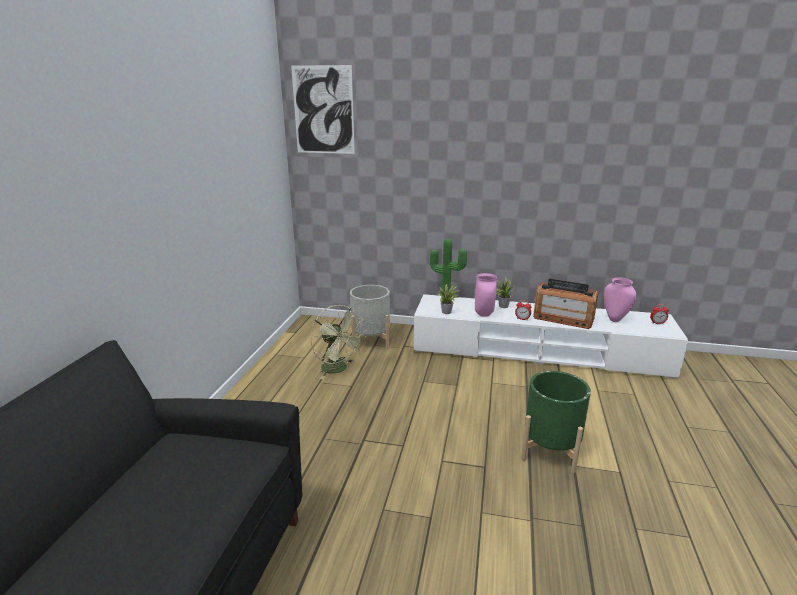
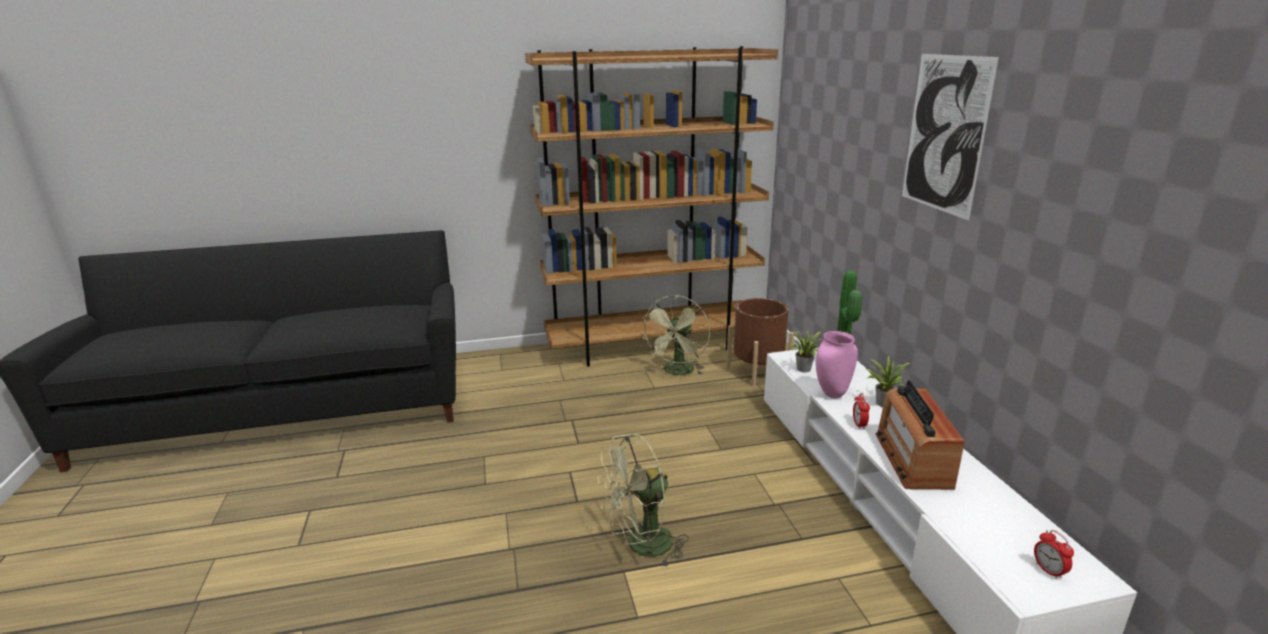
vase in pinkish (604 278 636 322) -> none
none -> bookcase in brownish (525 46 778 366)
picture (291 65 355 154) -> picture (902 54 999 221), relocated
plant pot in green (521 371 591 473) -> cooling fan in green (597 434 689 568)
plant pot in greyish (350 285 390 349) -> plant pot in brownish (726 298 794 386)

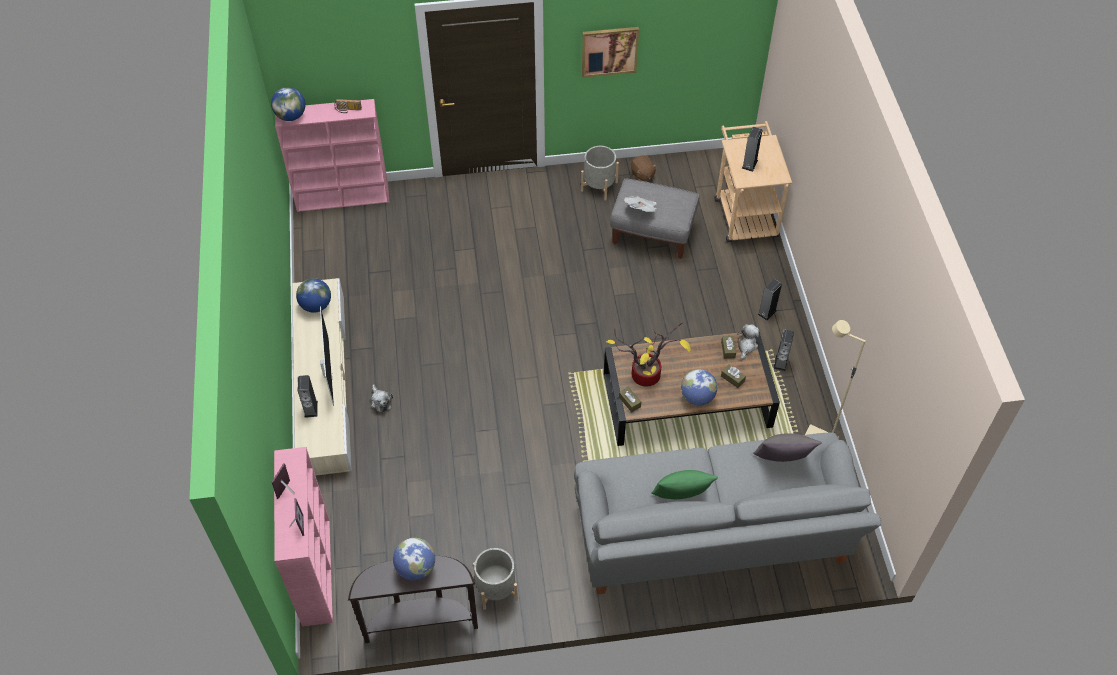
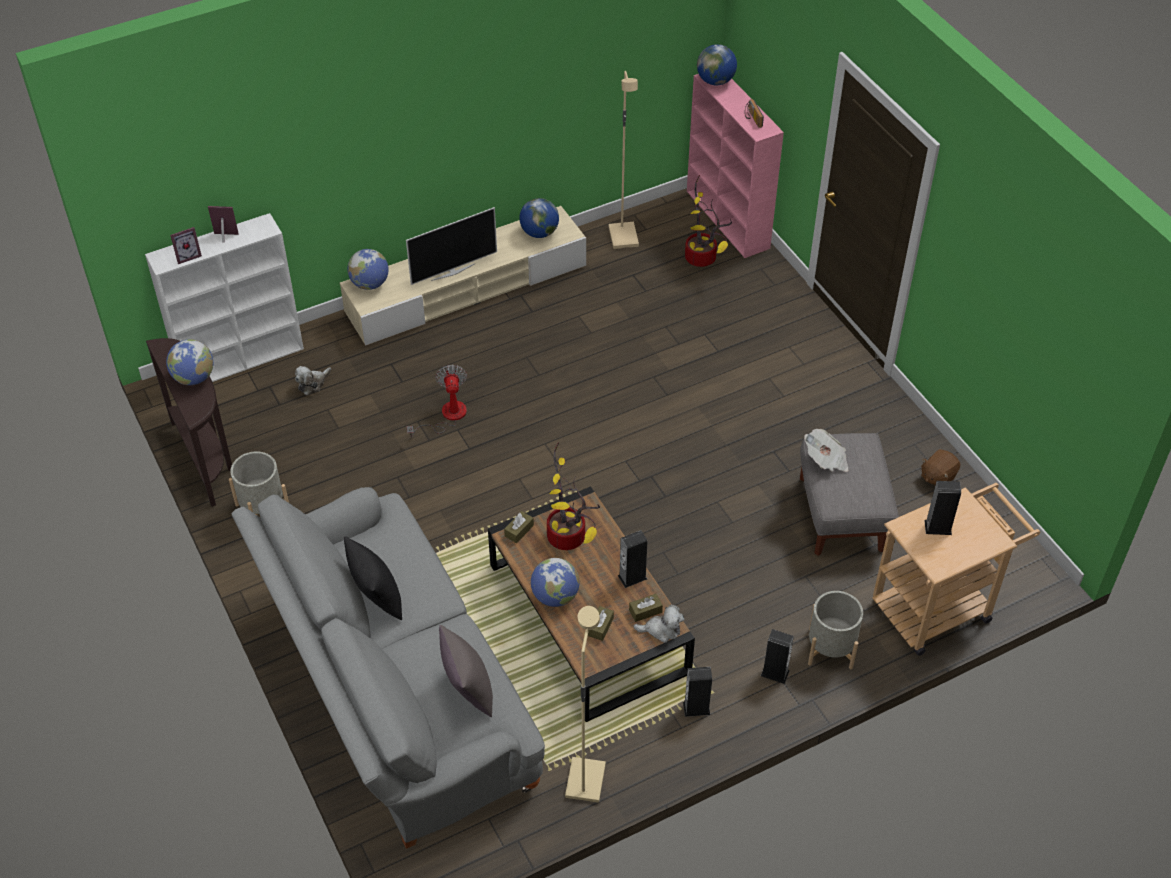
picture (582 27 639 78) -> none
none -> desk globe (347 249 389 290)
none -> cooling fan (406 364 467 437)
none -> standing lamp in sand-coloured (608 71 639 249)
none -> houseplant (685 175 732 267)
loudspeaker (298 375 318 418) -> loudspeaker (618 530 647 588), relocated
cuddly toy (371 384 393 413) -> cuddly toy (295 366 331 395), relocated
plant pot in greyish (581 146 619 201) -> plant pot in greyish (808 591 863 669), relocated
bookcase in pinkish (274 447 333 627) -> bookcase in white-coloured (145 213 304 382)
cushion in green (651 470 718 499) -> cushion in black-coloured (344 536 402 620)

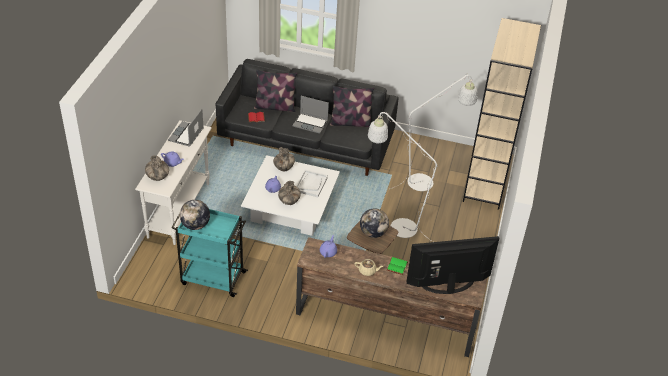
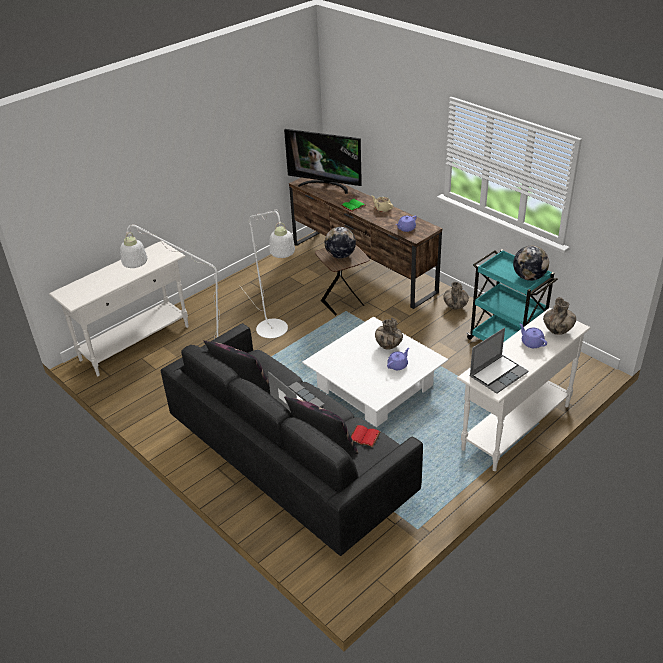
carrying tray in white-coloured (296 170 328 197) -> none
vase (273 147 295 171) -> vase (443 282 469 310), relocated
bookcase in sand-coloured (463 18 541 210) -> hall table in white-coloured (49 241 189 376)

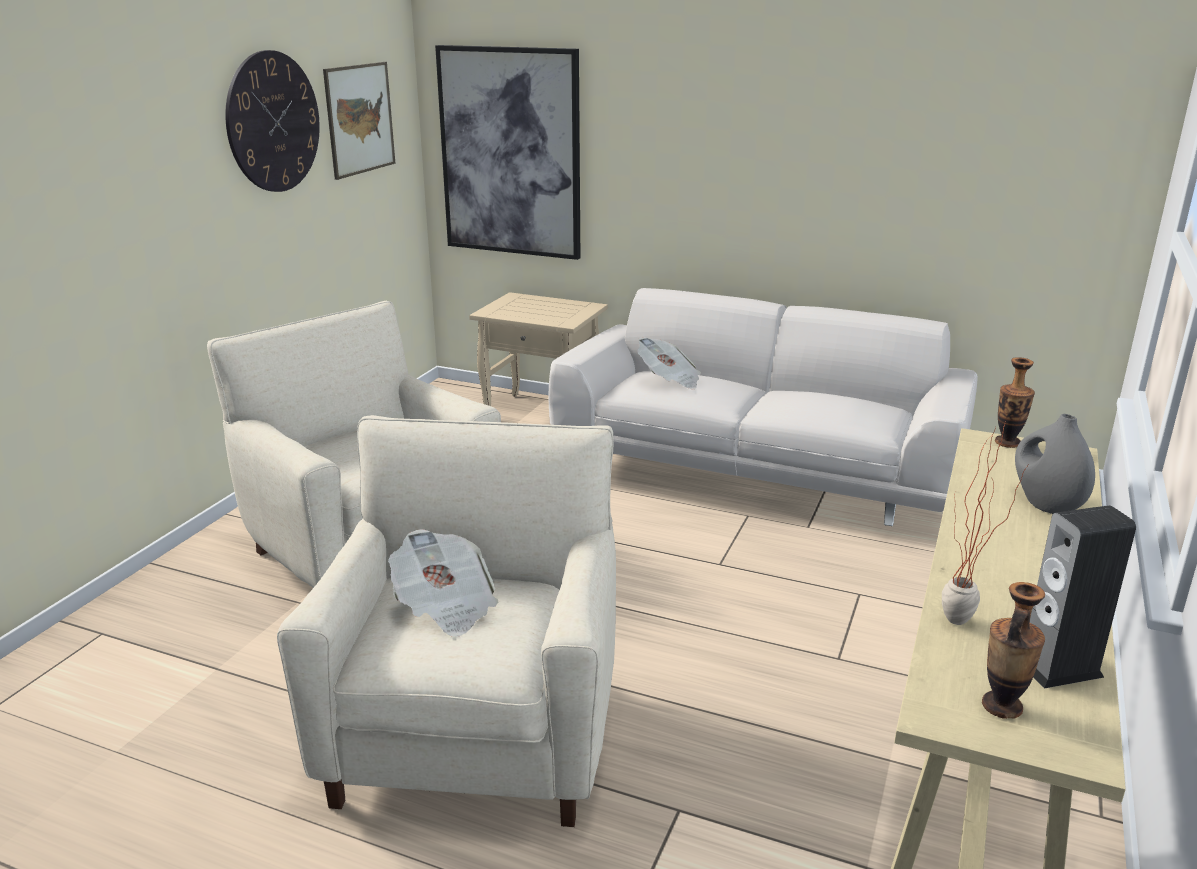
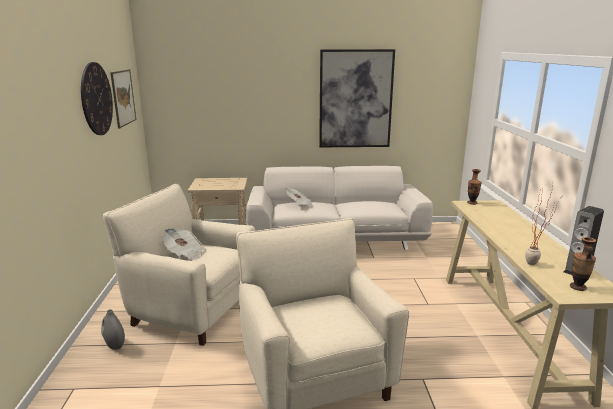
daily paper (388 529 499 637) -> daily paper (161 228 205 260), relocated
picture (435 45 580 260) -> picture (319 49 395 147), relocated
vase in greyish (1015 414 1095 514) -> vase in greyish (101 309 125 350), relocated

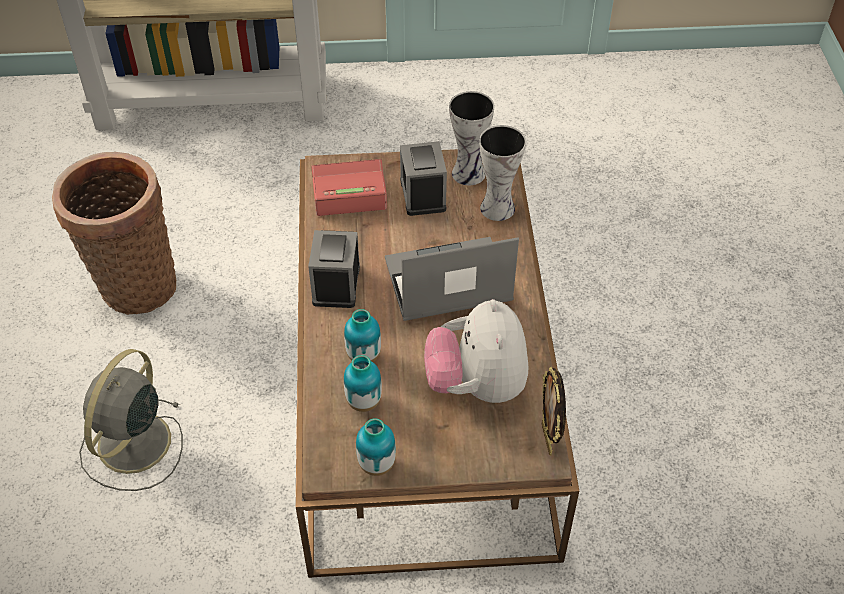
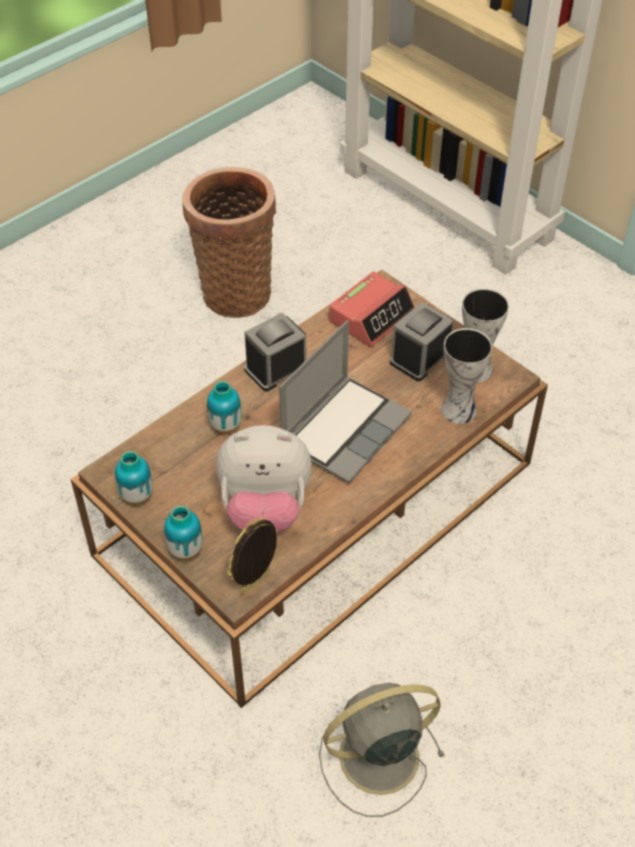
cooling fan in greyish (79 349 183 491) -> cooling fan in greyish (319 683 445 817), relocated
vase (344 355 382 412) -> vase (164 506 203 561), relocated
table clock (311 159 387 216) -> table clock (329 272 415 347), 90 degrees clockwise
notebook computer (385 237 519 321) -> notebook computer (279 320 412 484), 90 degrees clockwise
cuddly toy (424 299 528 403) -> cuddly toy (216 425 312 533), 135 degrees counterclockwise

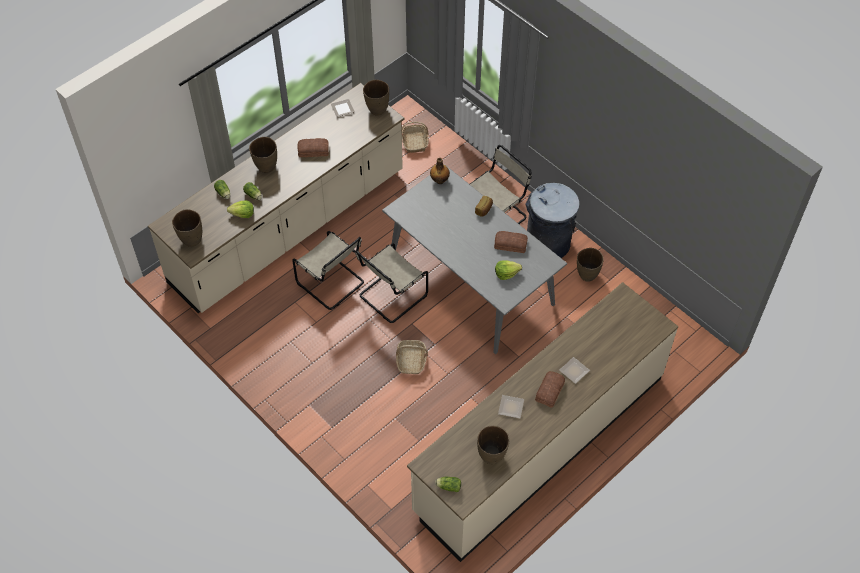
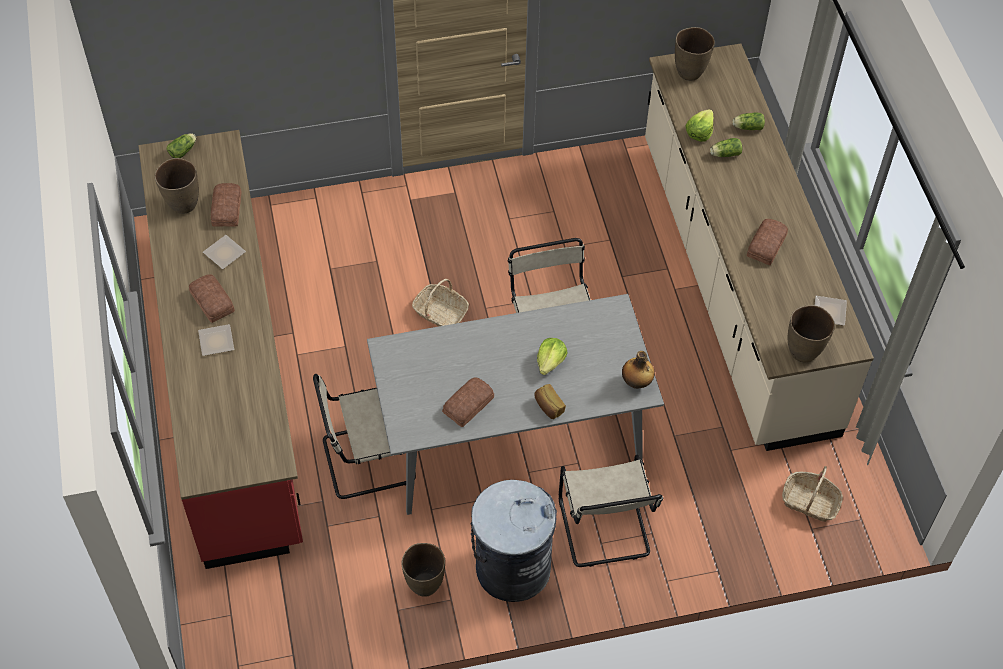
vase in brownish (249 137 277 173) -> none
none -> baked bread (211 183 242 227)
plain chair in sand-coloured (292 231 364 310) -> plain chair in sand-coloured (313 374 416 499), relocated
head of lettuce (495 260 522 280) -> head of lettuce (537 338 568 375), relocated
counter in sand-coloured (407 282 678 562) -> counter in red (139 130 303 569)

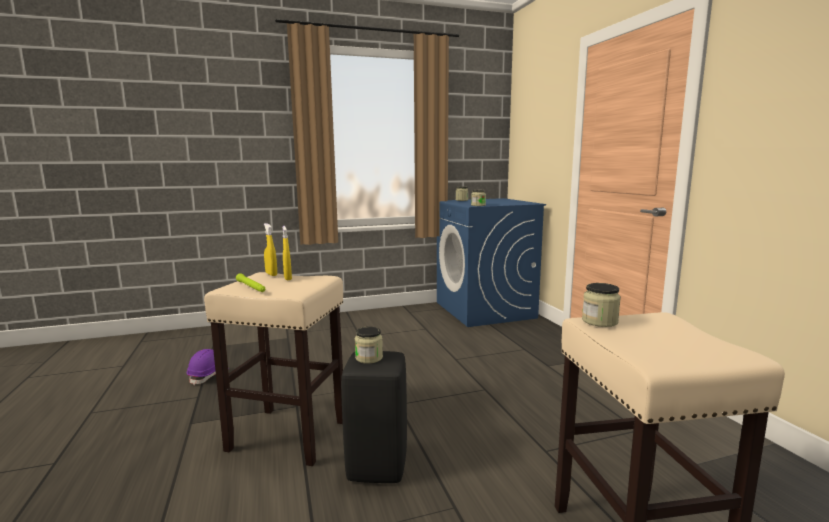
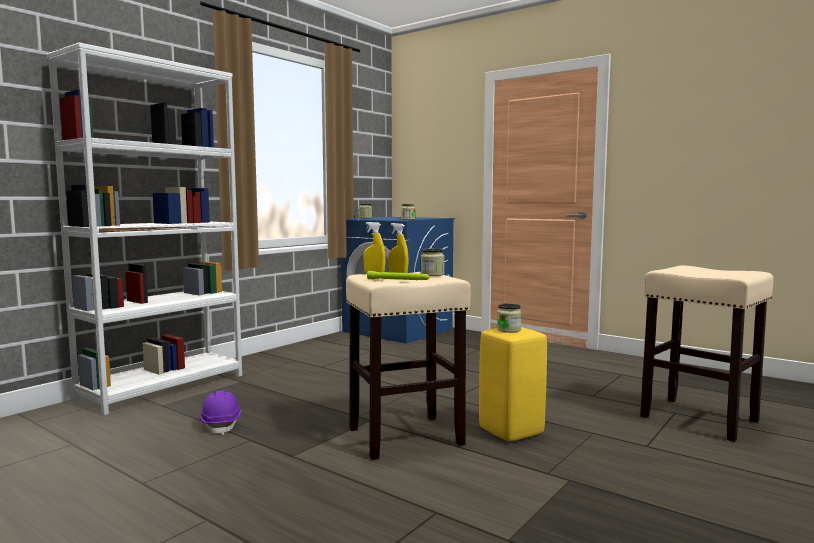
none -> bookcase in white-coloured (47 42 242 416)
preserve jar (582 283 621 327) -> preserve jar (421 248 445 276), relocated
stool in black-coloured (341 351 407 483) -> stool in yellow-coloured (479 327 547 441)

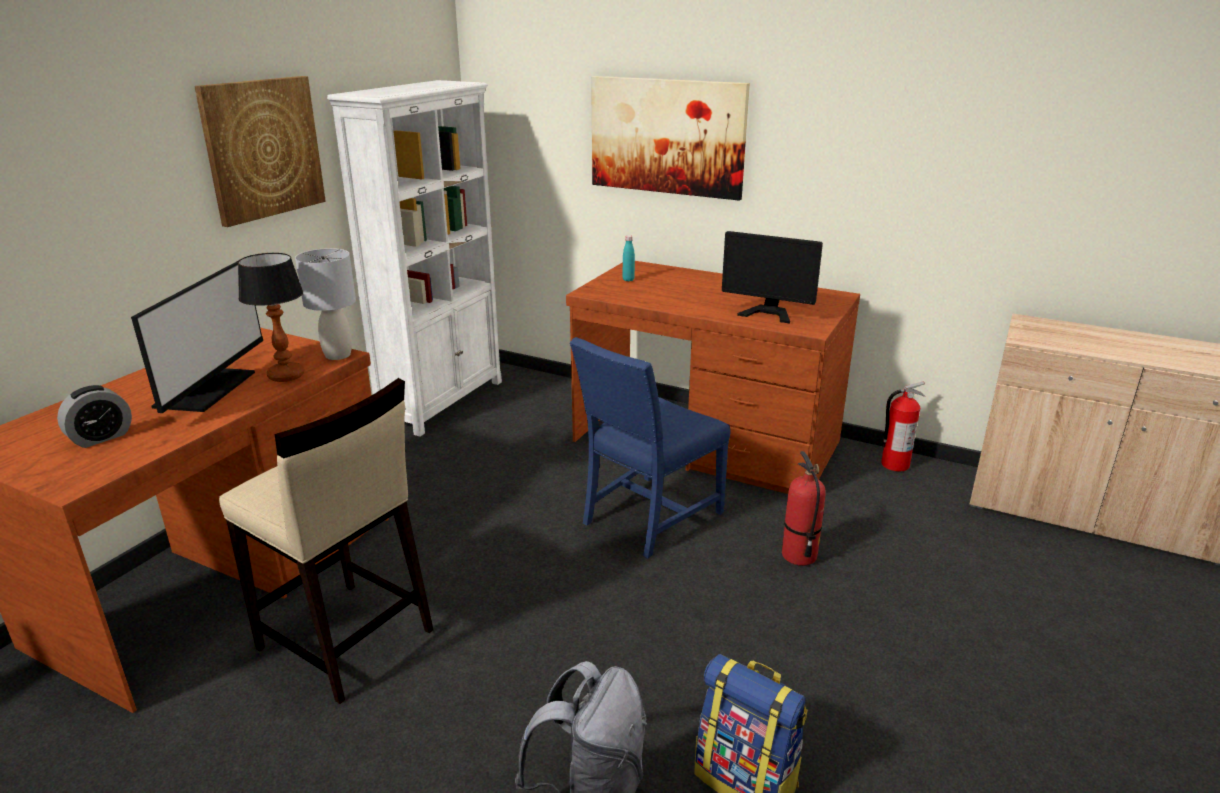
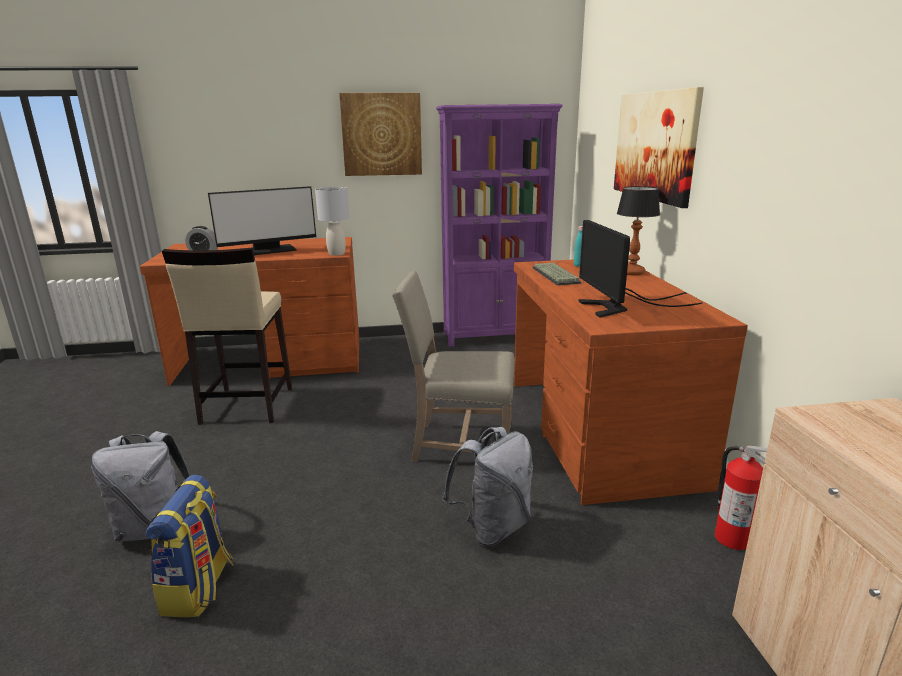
none -> keyboard (533 263 581 285)
lamp for a table (238 253 305 382) -> lamp for a table (617 186 660 276), relocated
fire extinguisher (782 451 825 566) -> knapsack in greyish (442 427 533 546)
bookcase in white-coloured (327 80 502 437) -> bookcase in purplish (436 104 563 347)
plain chair in blue (570 337 731 558) -> plain chair in sand-coloured (392 271 515 462)

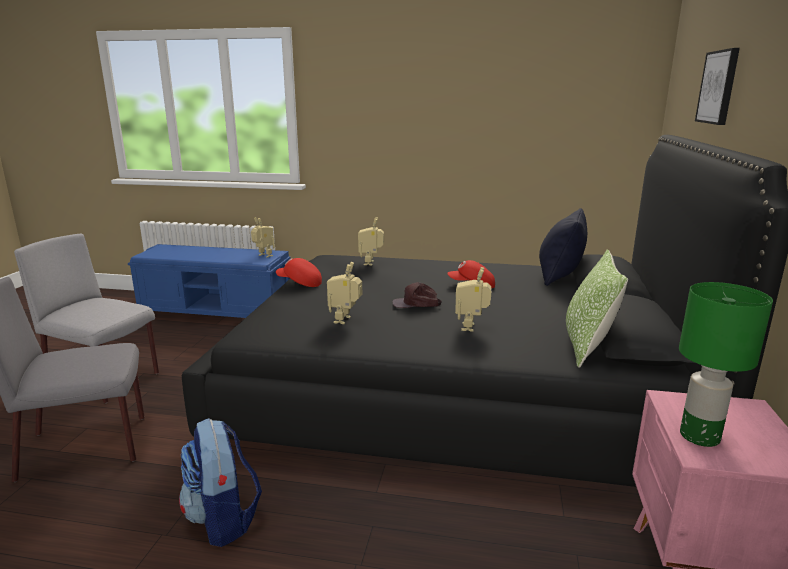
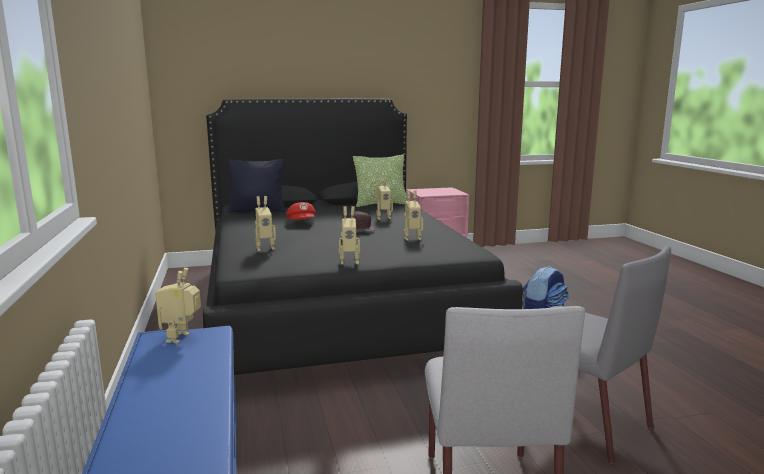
lamp for a table in green (679 282 773 447) -> none
picture (695 48 740 125) -> none
cap in red (276 258 322 287) -> toy robot (339 206 360 265)

